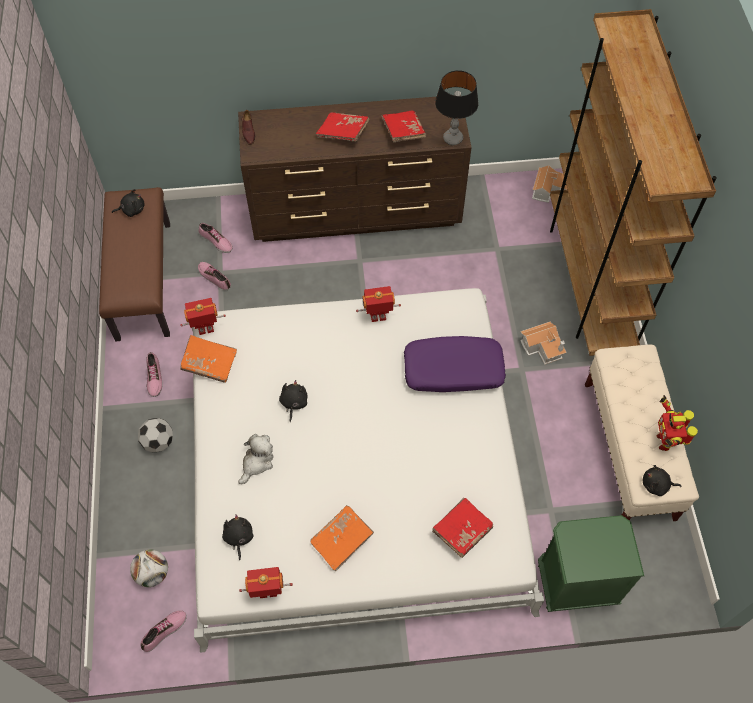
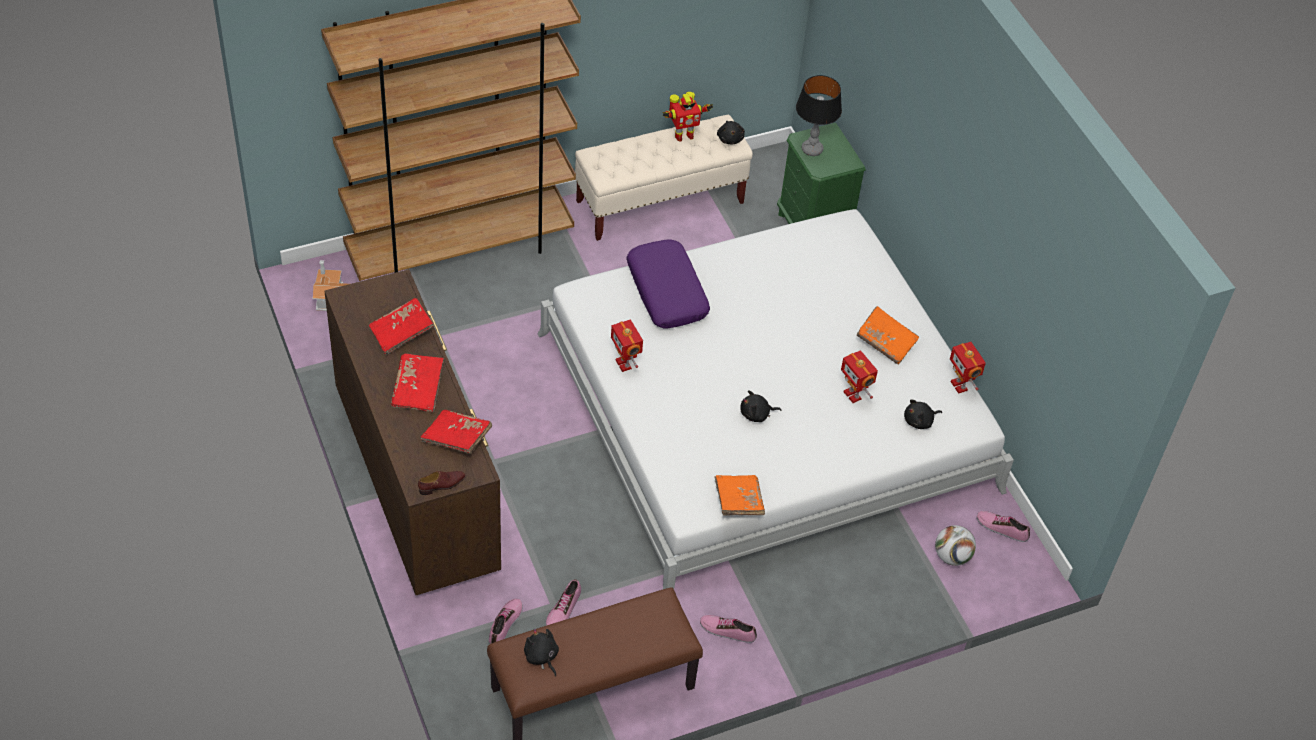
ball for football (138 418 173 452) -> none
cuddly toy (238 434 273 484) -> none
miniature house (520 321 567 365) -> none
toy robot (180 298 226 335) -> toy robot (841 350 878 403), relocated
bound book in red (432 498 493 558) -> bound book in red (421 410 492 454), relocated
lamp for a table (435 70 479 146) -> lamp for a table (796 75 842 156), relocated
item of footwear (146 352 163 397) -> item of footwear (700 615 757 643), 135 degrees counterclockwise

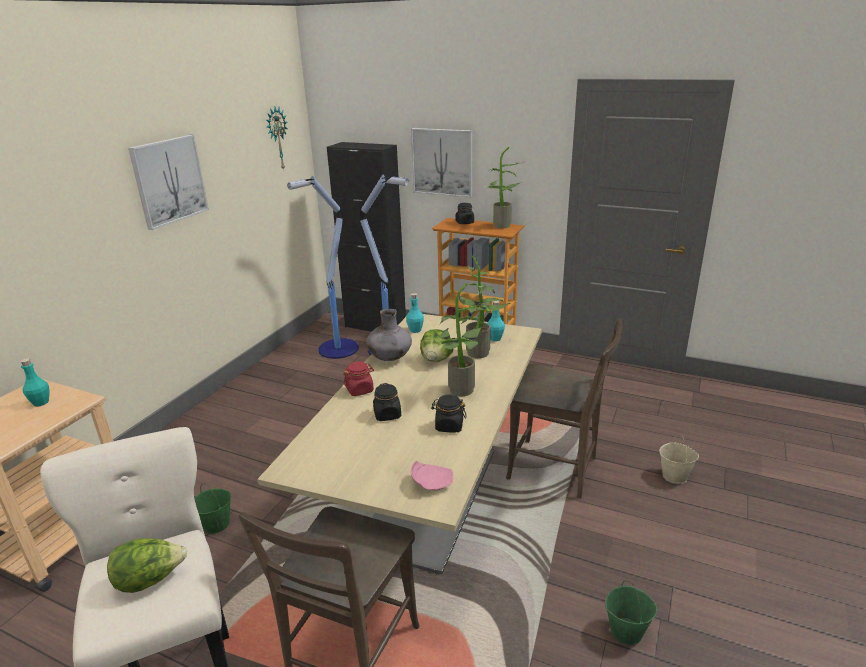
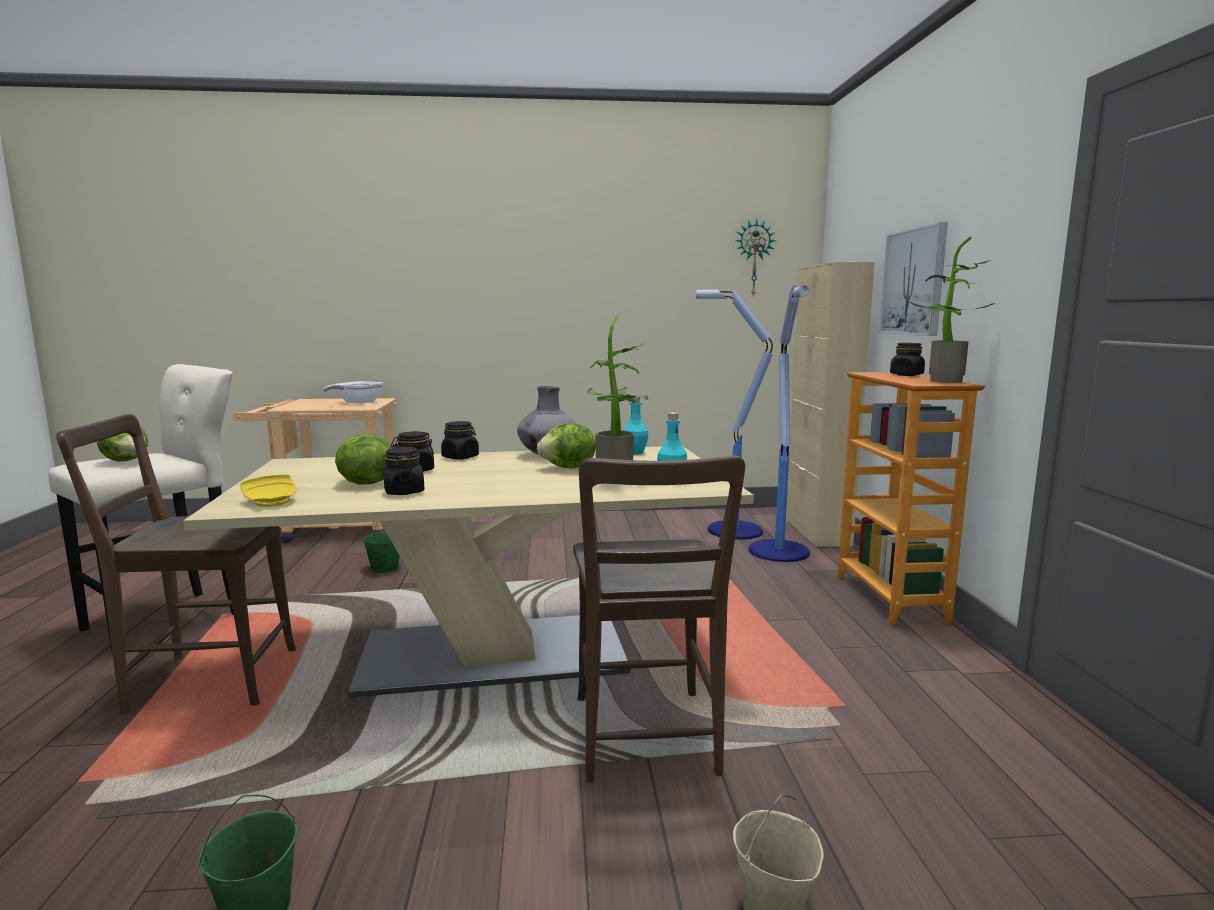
picture (128 135 209 230) -> none
houseplant (439 283 491 396) -> none
none -> head of lettuce (335 435 391 484)
drink bottle in blue-green (21 358 50 406) -> skillet (322 381 383 404)
storage cabinet in black-coloured (327 142 406 332) -> storage cabinet in sand-coloured (786 262 875 547)
preserve jar in red (343 361 374 396) -> preserve jar in black-coloured (441 421 479 459)
plate in pinkish (411 461 454 491) -> plate in yellow-coloured (240 474 297 507)

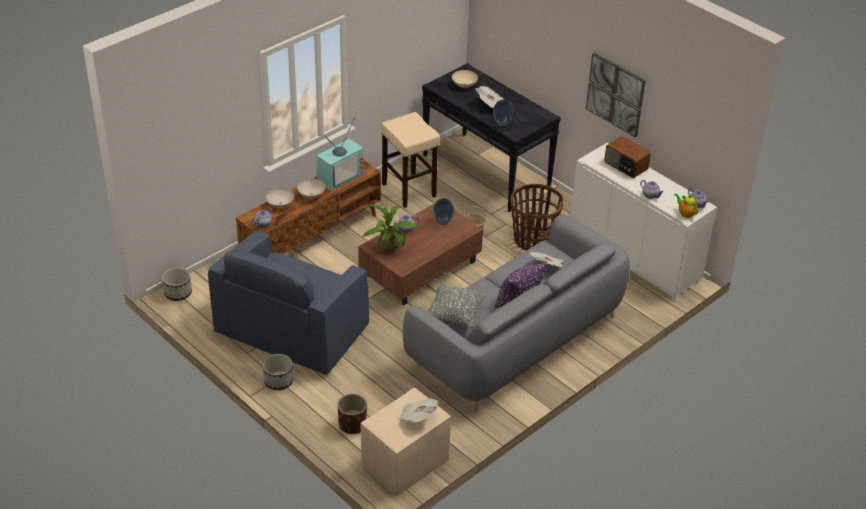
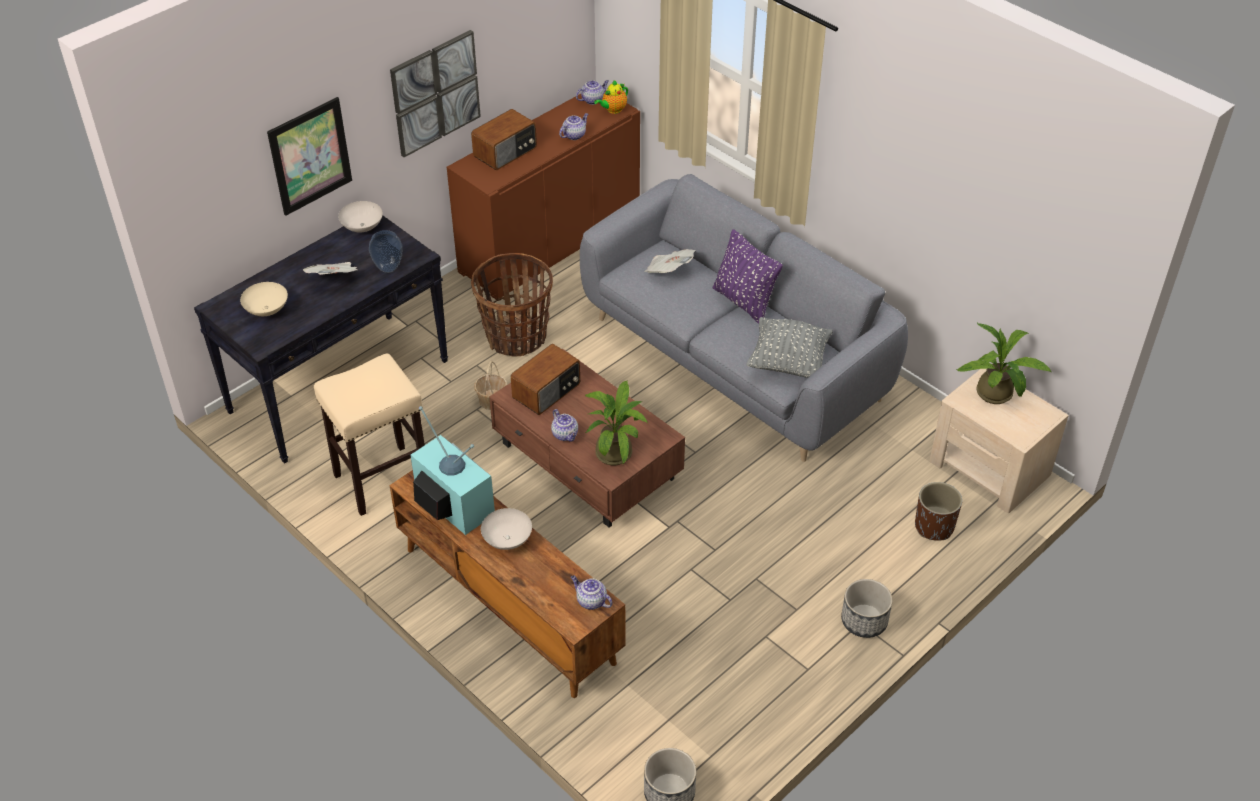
lounge chair in blue (208 231 369 375) -> none
none -> picture (267 97 352 216)
serving bowl in white-coloured (265 188 294 208) -> serving bowl in white-coloured (338 201 383 233), relocated
daily paper (398 398 438 422) -> houseplant (956 322 1051 404)
vase (433 198 454 225) -> radio (511 344 580 415)
storage cabinet in white-coloured (570 143 717 299) -> storage cabinet in brownish (447 94 640 300)

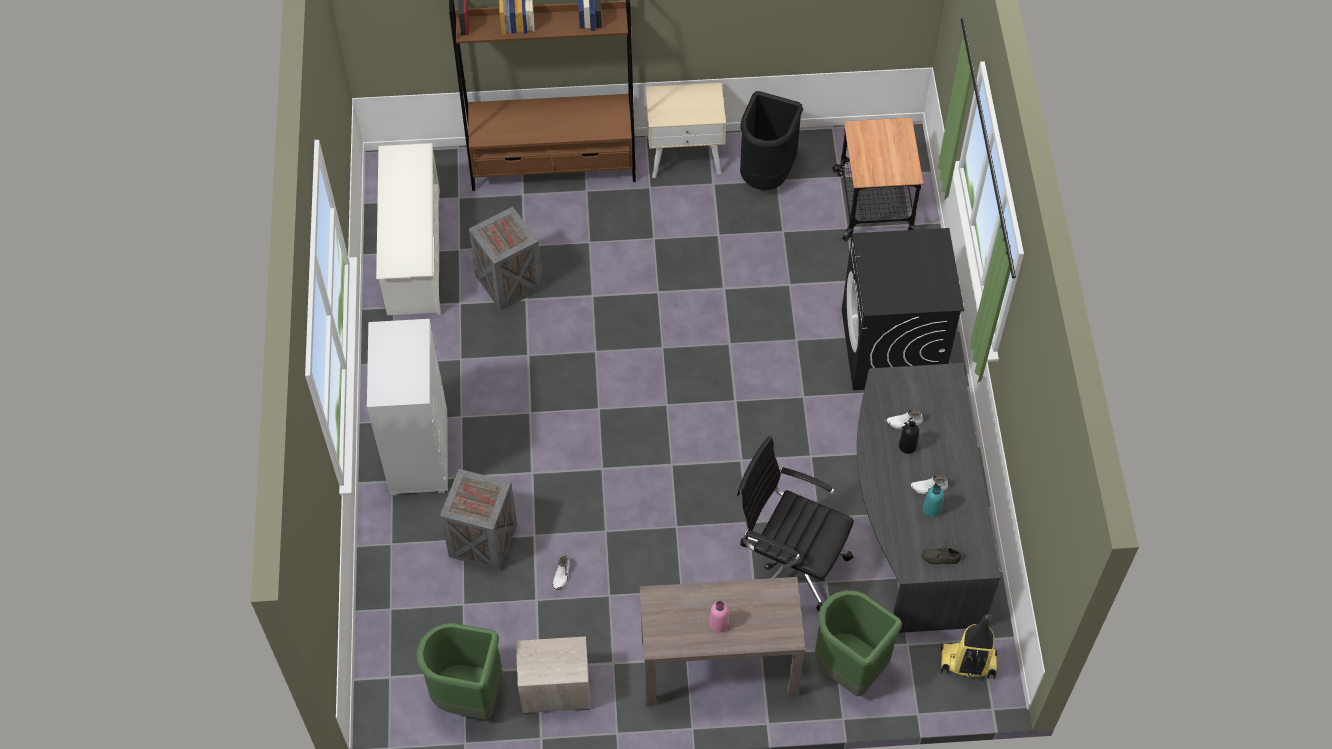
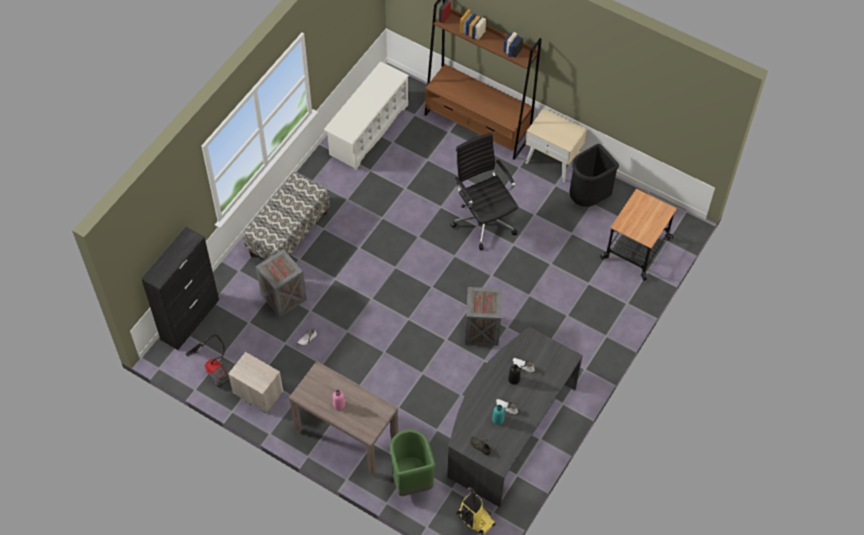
washing machine in black-coloured (842 228 964 390) -> none
none -> storage cabinet in black-coloured (141 227 219 350)
packing crate (469 207 543 311) -> packing crate (465 287 502 346), relocated
desk chair in black-coloured (737 436 854 611) -> desk chair in black-coloured (451 133 518 250), relocated
dresser in white-coloured (367 319 448 496) -> bench (243 172 330 260)
waste bin in green (416 623 503 720) -> vacuum (185 334 230 388)

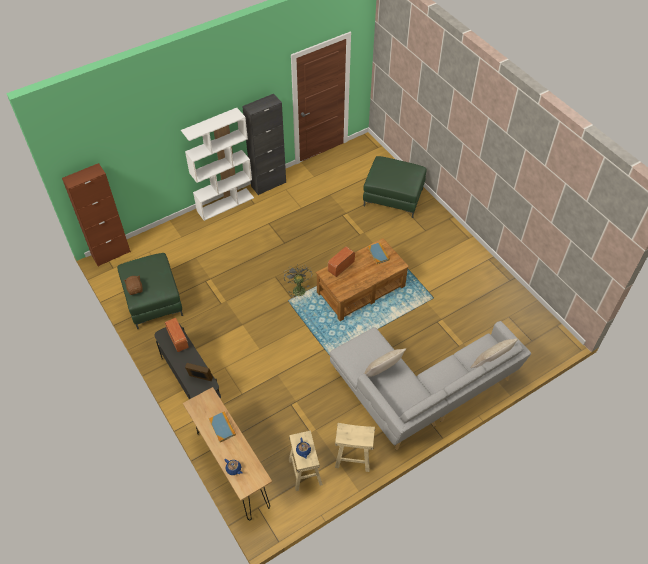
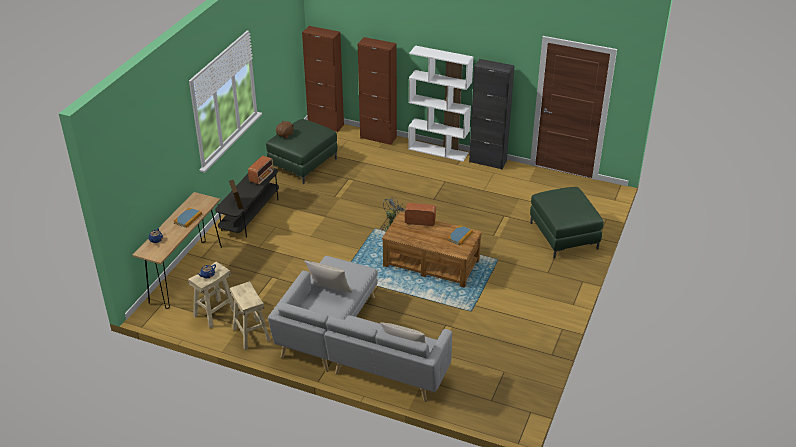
none -> storage cabinet in brownish (358 37 397 145)

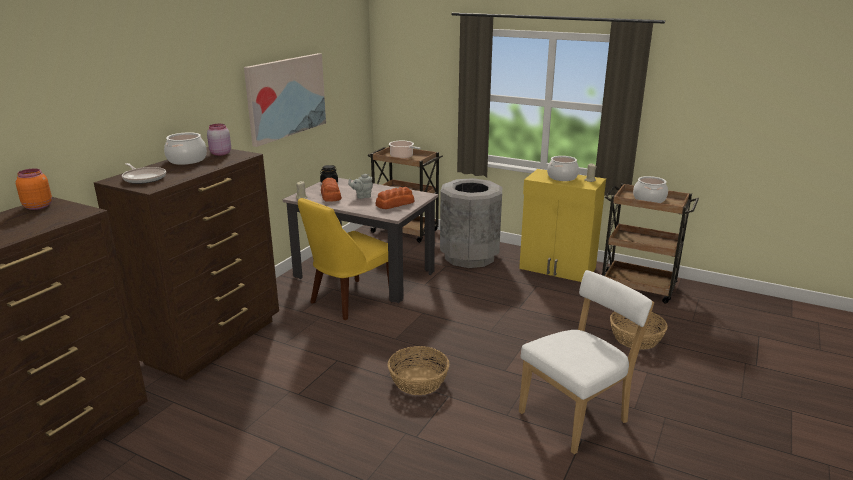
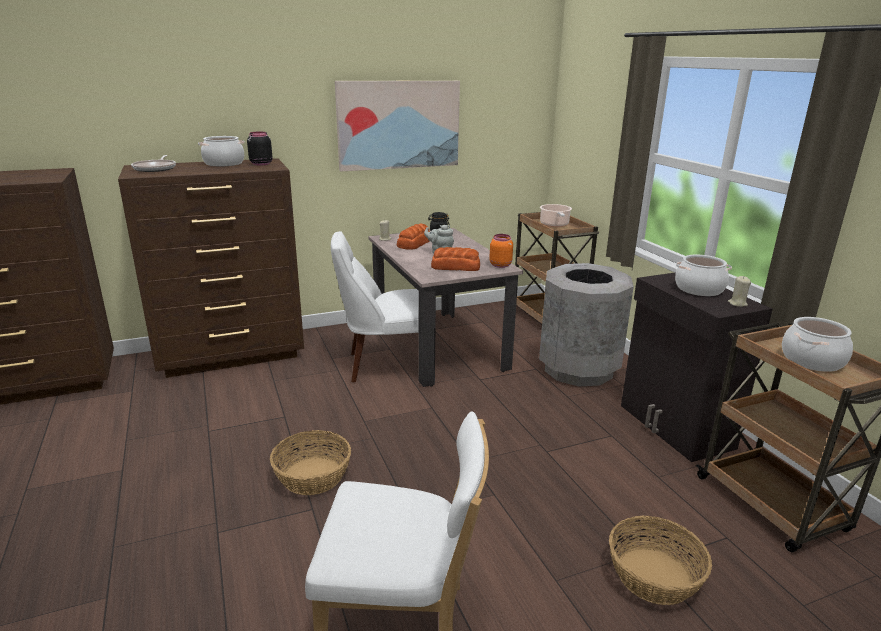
preserve jar in orange (15 169 52 210) -> preserve jar in orange (489 234 513 268), relocated
preserve jar in pinkish (207 124 231 156) -> preserve jar in black-coloured (247 132 272 165)
plain chair in yellow-coloured (298 198 389 320) -> plain chair in white-coloured (331 231 418 382)
storage cabinet in yellow-coloured (519 169 606 282) -> storage cabinet in black-coloured (621 272 773 462)

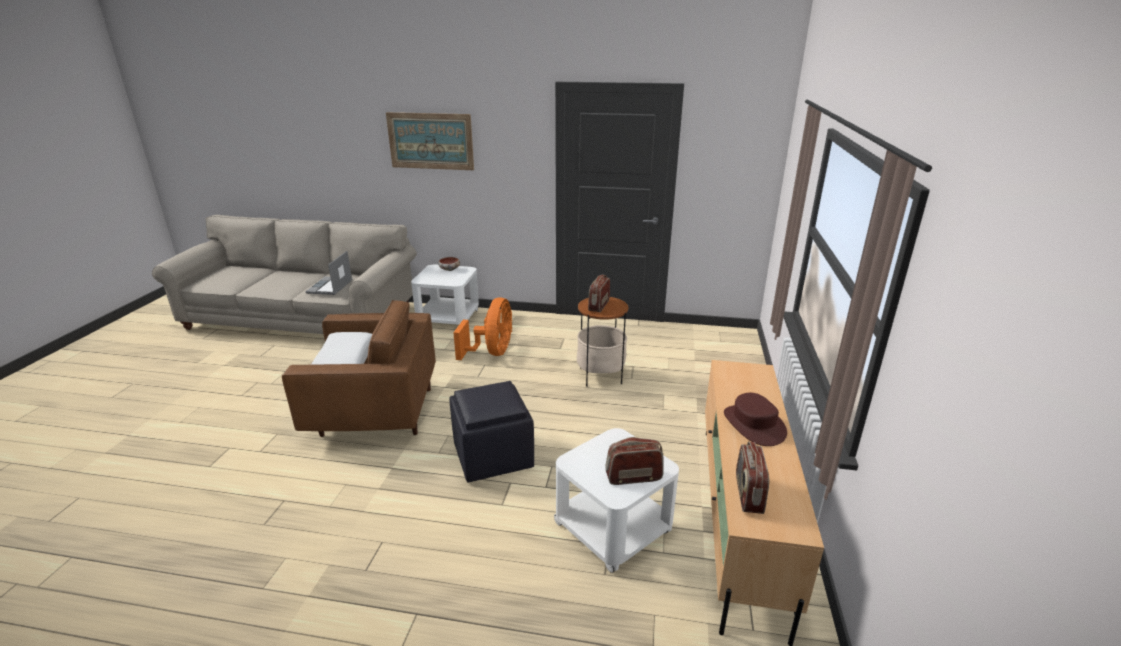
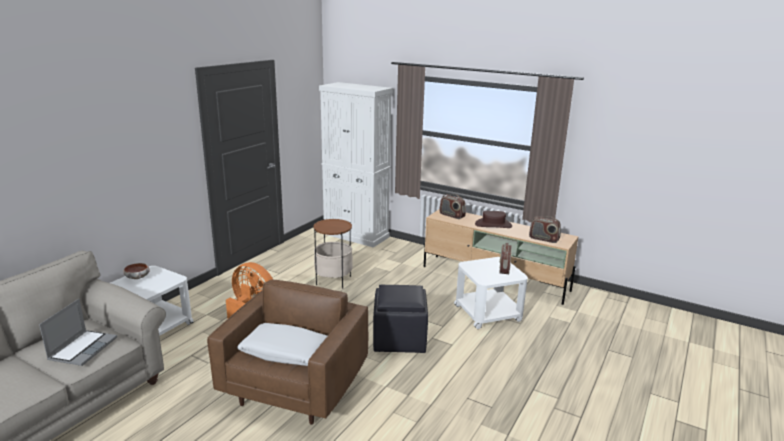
picture (386 112 474 170) -> none
none -> storage cabinet in white-coloured (319 82 393 248)
radio (588 275 610 312) -> radio (439 194 466 219), relocated
notebook computer (306 251 352 295) -> notebook computer (39 299 117 366), 105 degrees counterclockwise

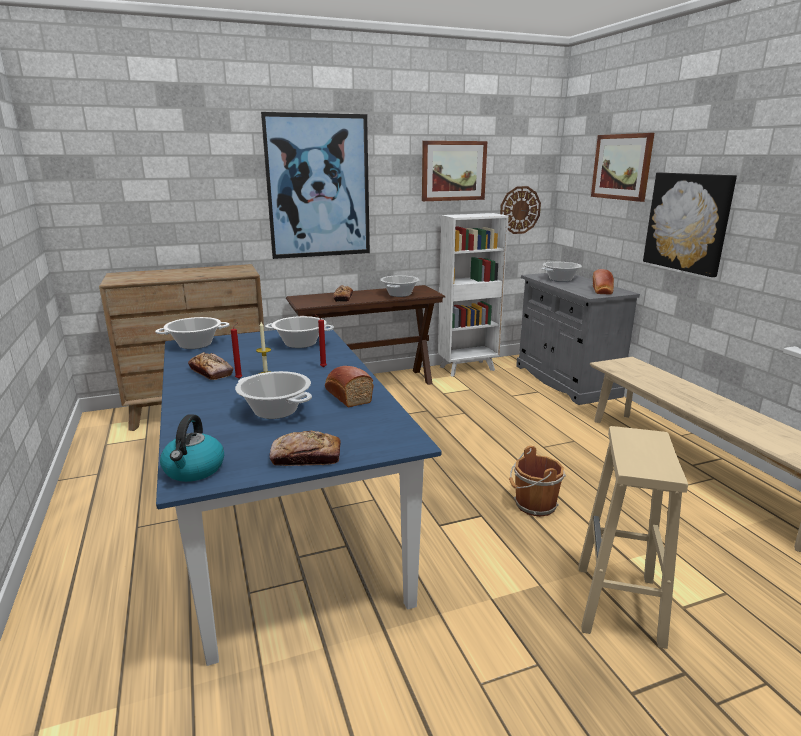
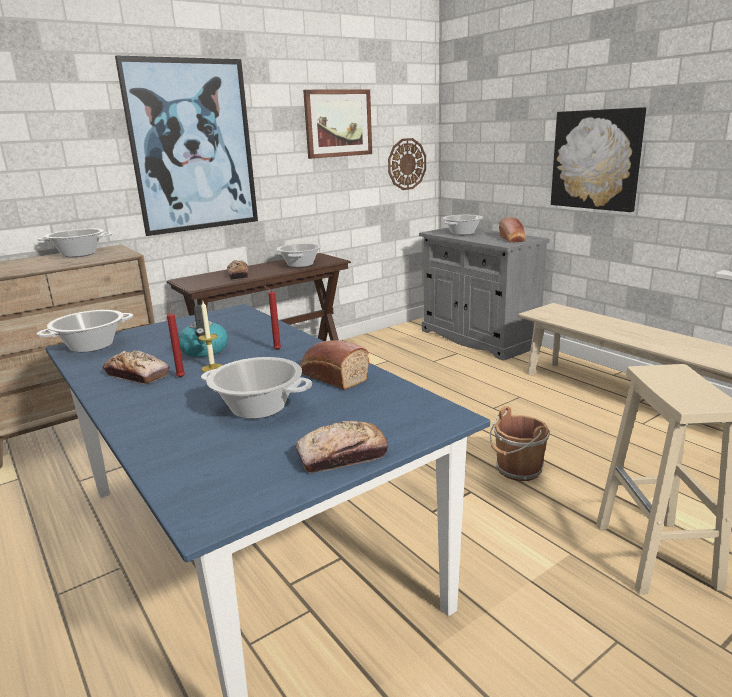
bookcase in white-coloured (438 213 509 377) -> none
picture (591 133 654 202) -> none
tea kettle (160 415 224 482) -> tea kettle (178 304 228 357), relocated
saucepot (265 316 334 348) -> saucepot (38 229 113 257), relocated

